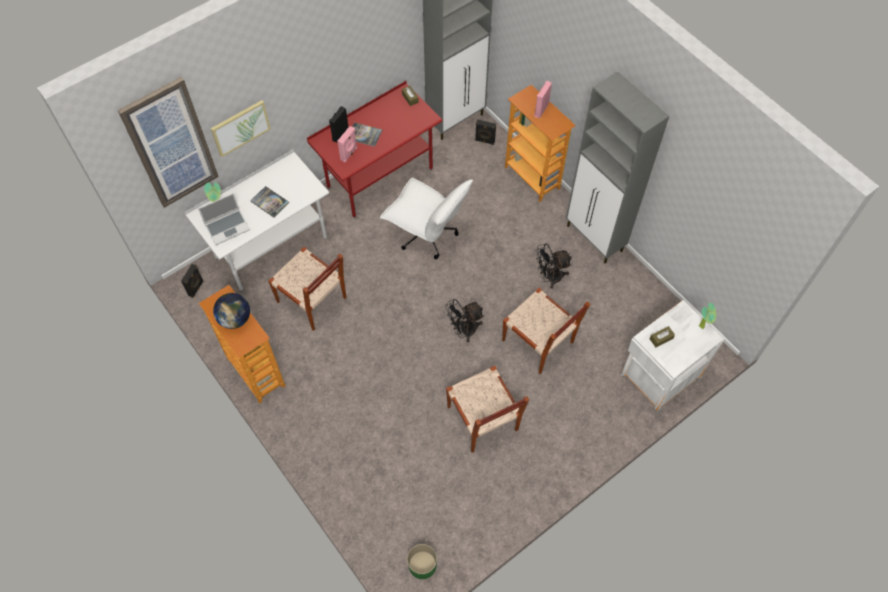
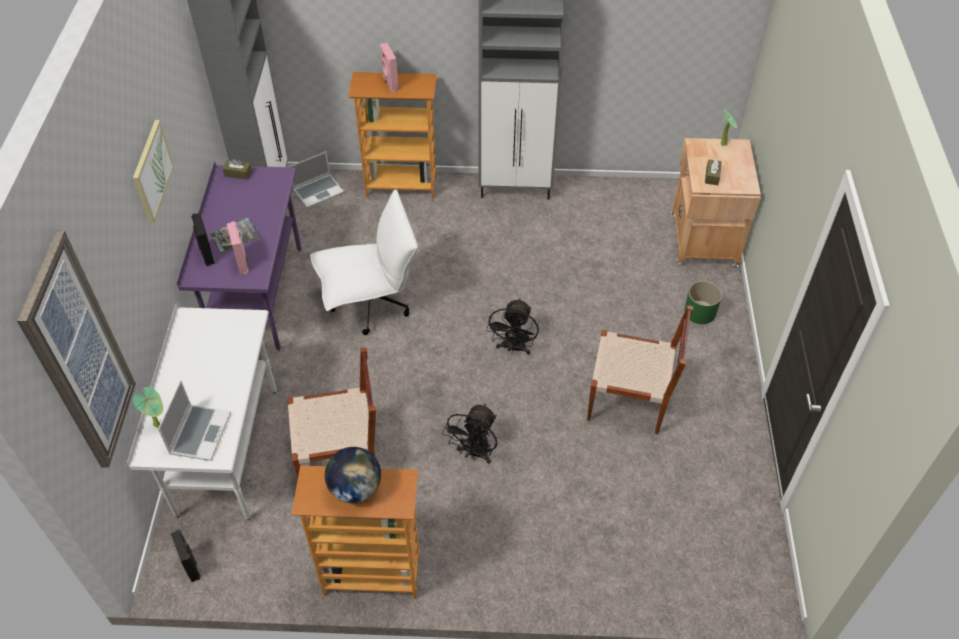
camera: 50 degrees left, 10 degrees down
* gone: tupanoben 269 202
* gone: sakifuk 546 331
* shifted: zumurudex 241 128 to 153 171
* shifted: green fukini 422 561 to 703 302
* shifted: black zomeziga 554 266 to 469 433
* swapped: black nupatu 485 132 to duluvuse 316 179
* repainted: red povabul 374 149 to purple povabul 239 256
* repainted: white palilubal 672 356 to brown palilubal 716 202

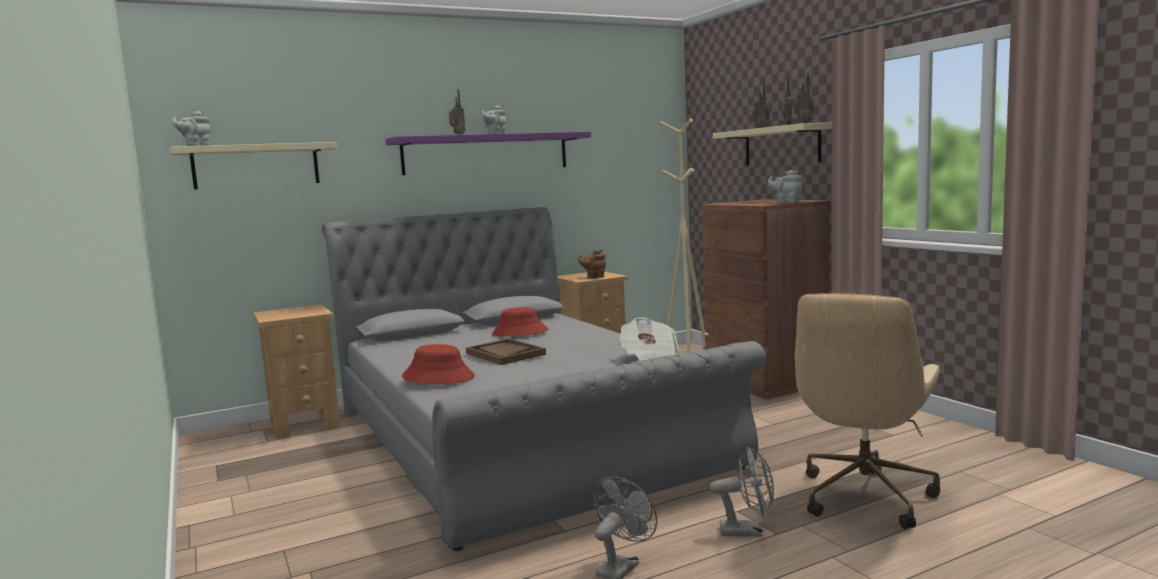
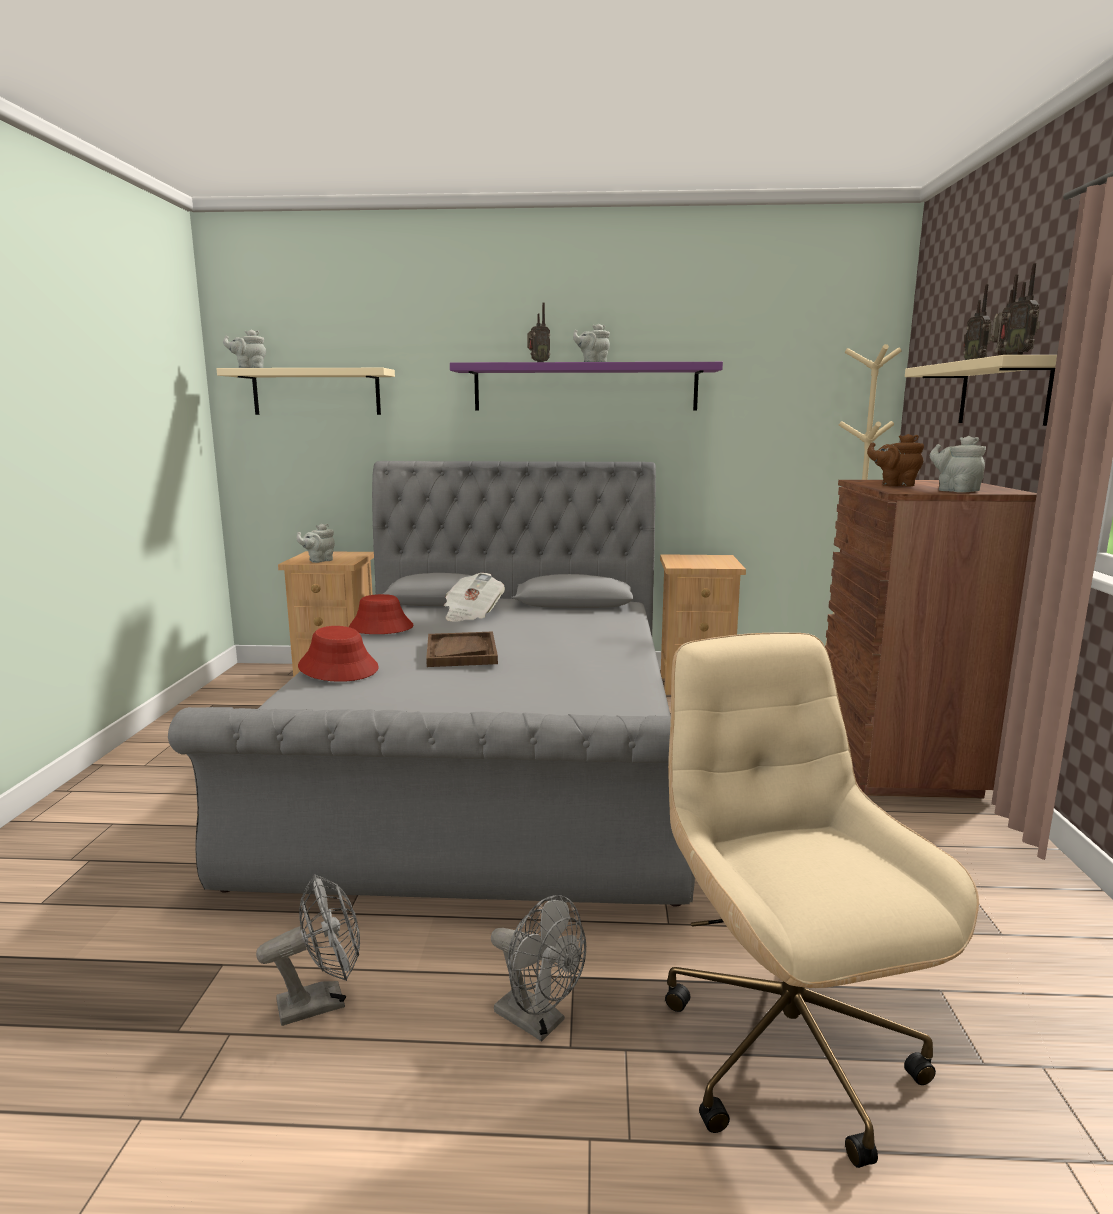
camera: 30 degrees right, 5 degrees up
* new: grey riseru 316 543
* shifted: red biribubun 520 322 to 381 614
* shifted: brown riseru 592 264 to 895 460
* shifted: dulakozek 649 339 to 474 597
* rotated: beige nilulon 867 411 = 822 900 105 degrees clockwise

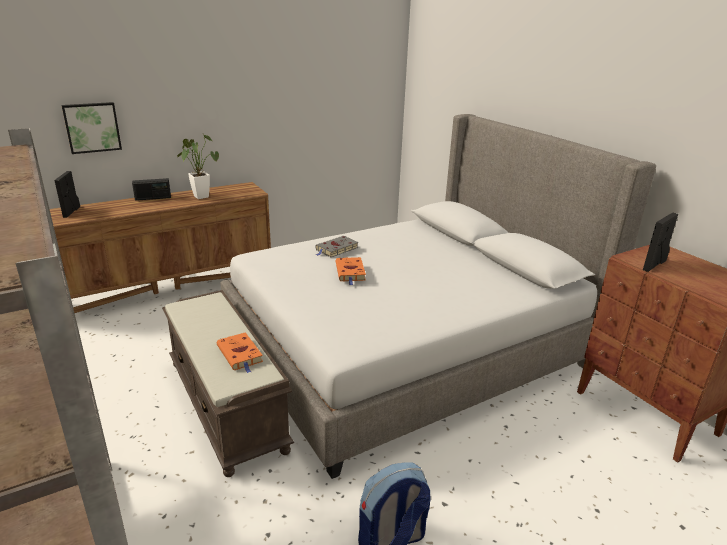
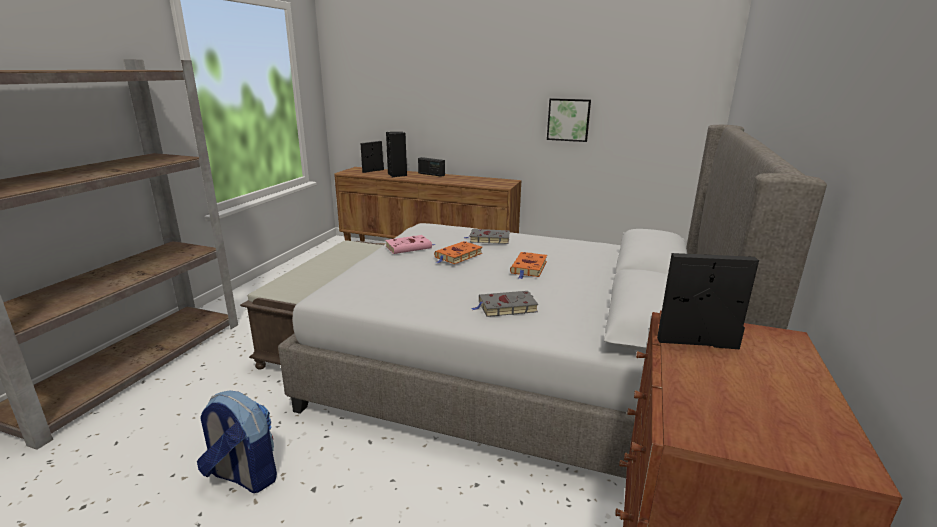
camera: 50 degrees right, 5 degrees down
* gone: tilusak 198 166
* new: pink tupanoben 409 244
* new: black nupatu 396 154
* new: grey tupanoben 505 304
* shifted: zumurudex 91 128 to 569 120
* shifted: orange tupanoben 240 352 to 528 265

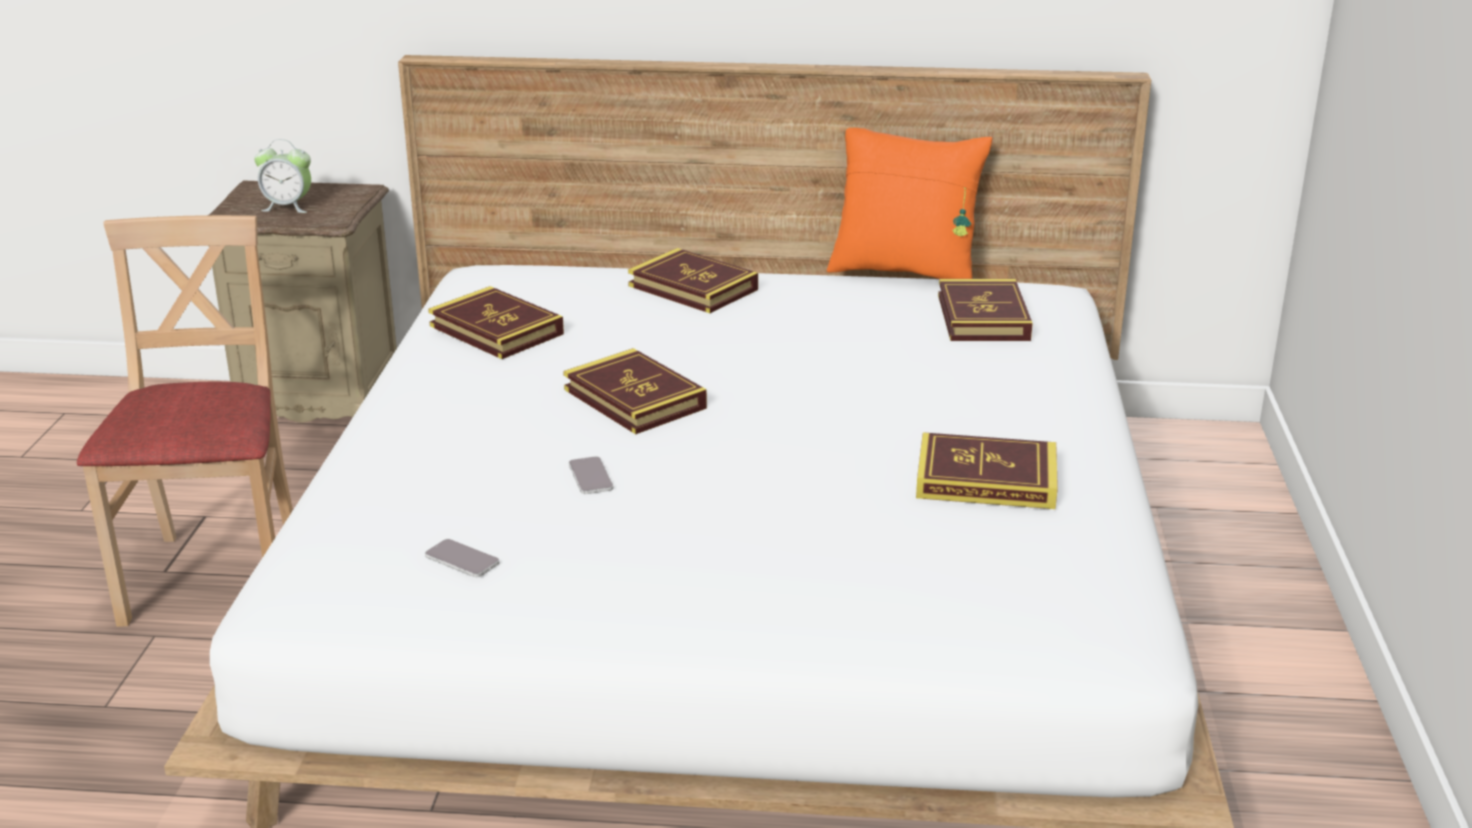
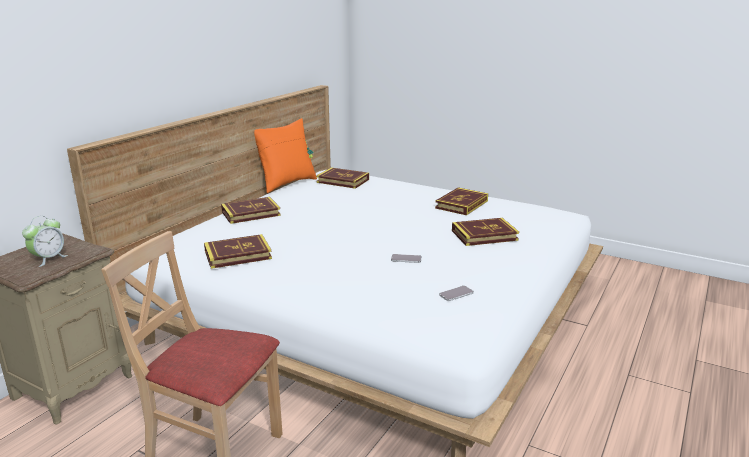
camera: 65 degrees left, 5 degrees down
* shifted: tupanoben 635 391 to 485 232

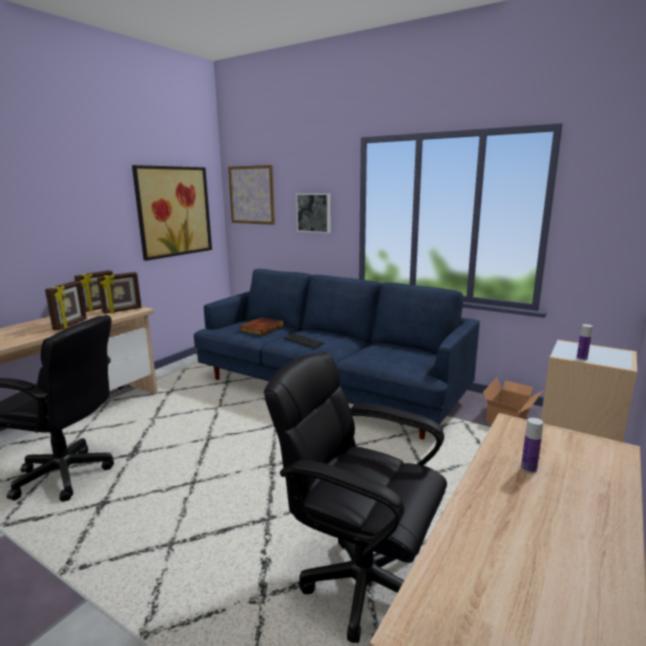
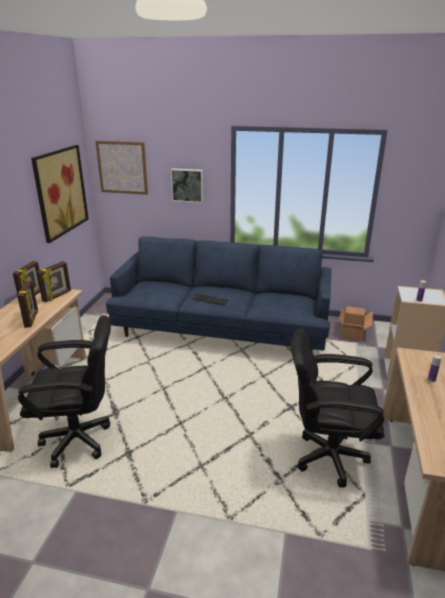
camera: 20 degrees left, 10 degrees up
* gone: tupanoben 261 326

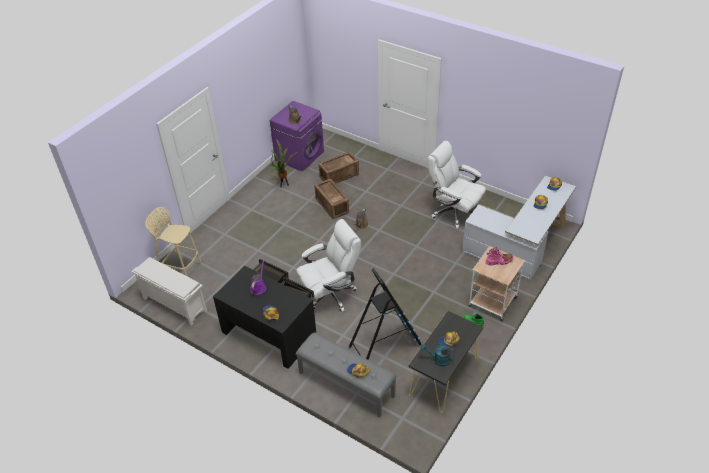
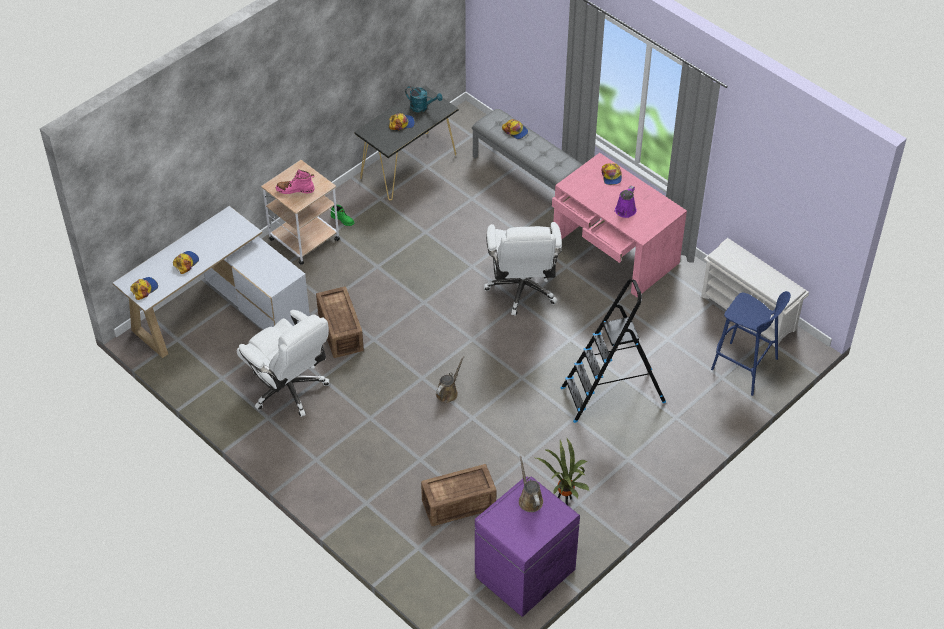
camera: 170 degrees left, 5 degrees up
* shifted: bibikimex 331 198 to 340 322
* shifted: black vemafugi 385 314 to 613 351
* repainted: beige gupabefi 173 241 to blue gupabefi 751 343
* repainted: black povabul 264 314 to pink povabul 619 225
* rotated: white nilulon 328 265 = 523 269 75 degrees counterclockwise

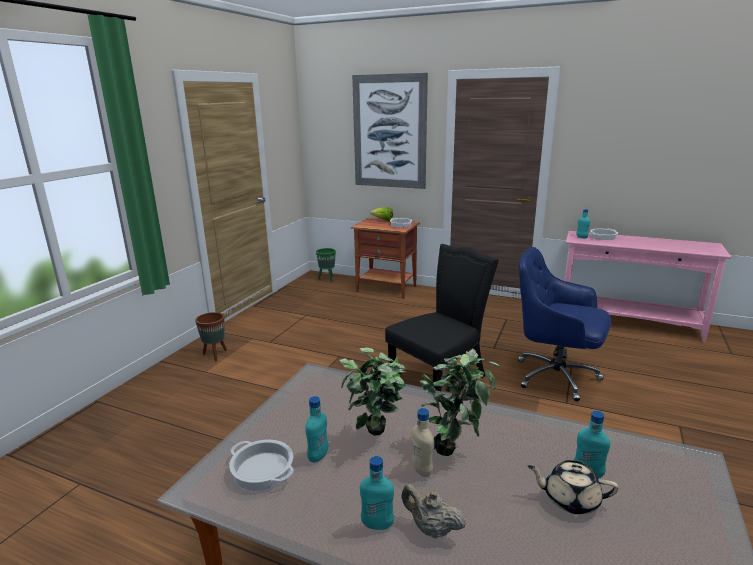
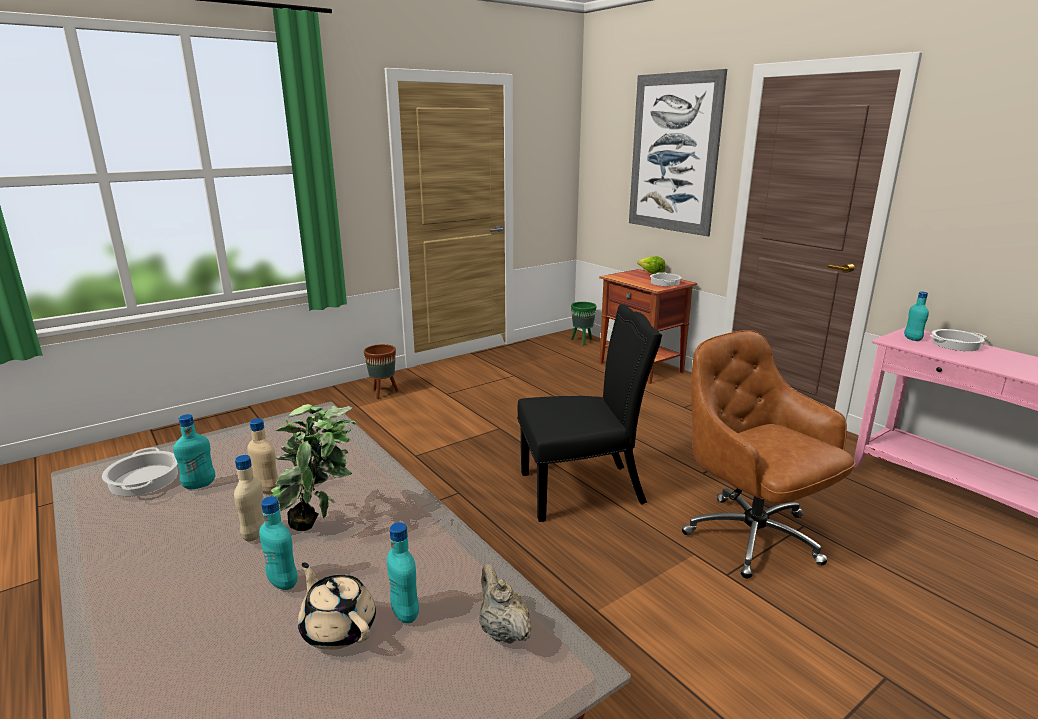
camera: 30 degrees right, 0 degrees up
* shifted: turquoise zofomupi 377 493 to 278 543
* shifted: beige riseru 433 511 to 505 604
* swapped: tilusak 373 392 to beige zofomupi 263 456
* repainted: blue nilulon 564 324 to brown nilulon 769 454

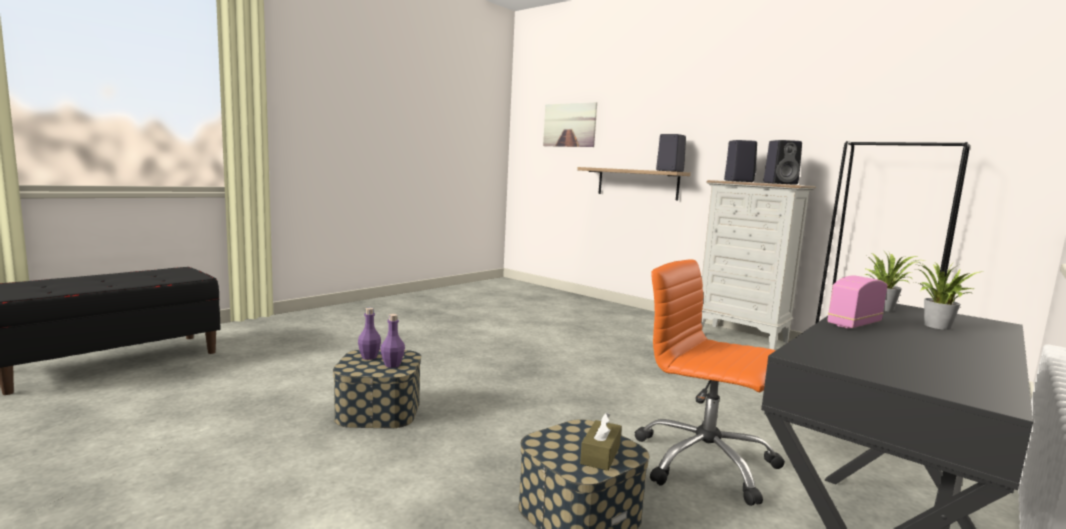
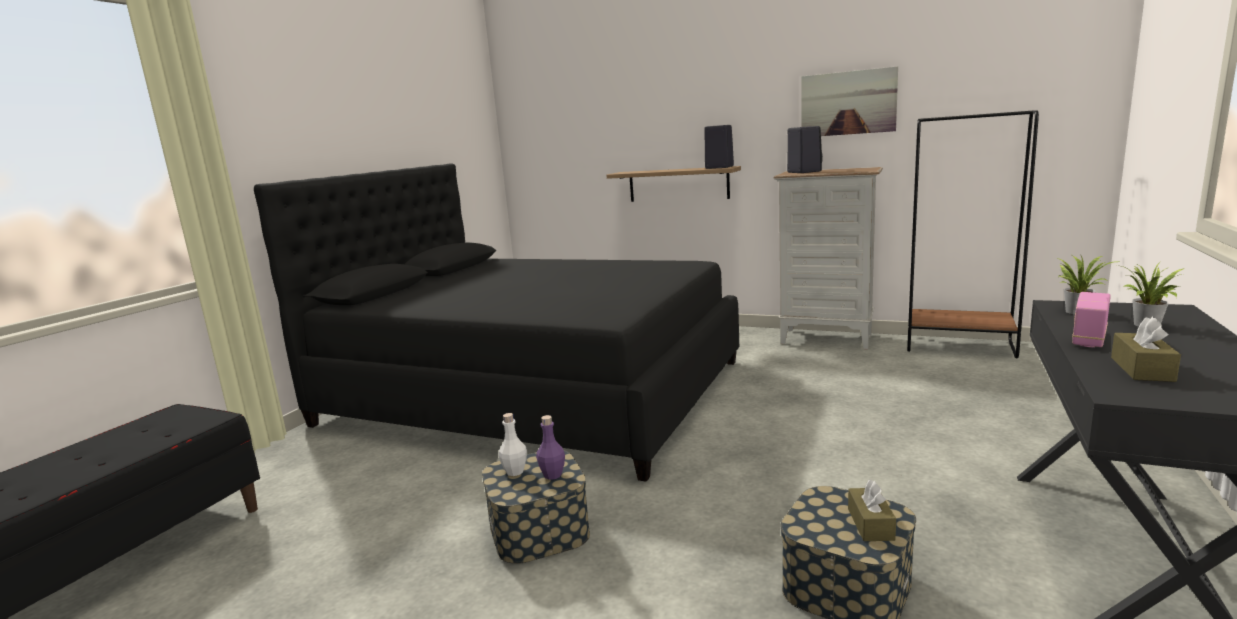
camera: 15 degrees left, 5 degrees up
* gone: orange nilulon 710 382
* gone: black nupatu 783 162
* new: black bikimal 496 322
* new: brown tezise 1146 349
* shifted: zumurudex 570 124 to 849 101
* repainted: purple zofomupi 369 334 to white zofomupi 512 444

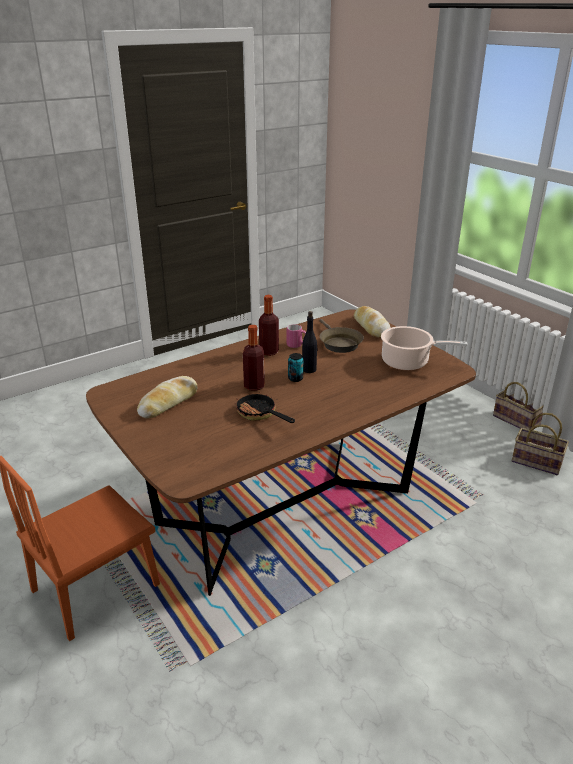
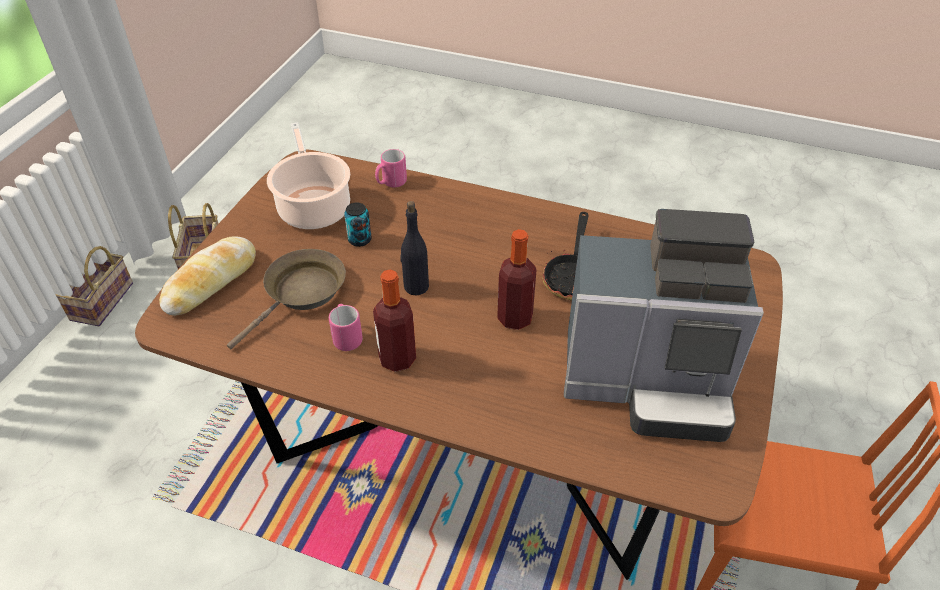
camera: 125 degrees left, 15 degrees up
* new: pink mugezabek 391 168
* shifted: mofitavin 296 367 to 358 224
* swapped: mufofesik 167 397 to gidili 664 325

